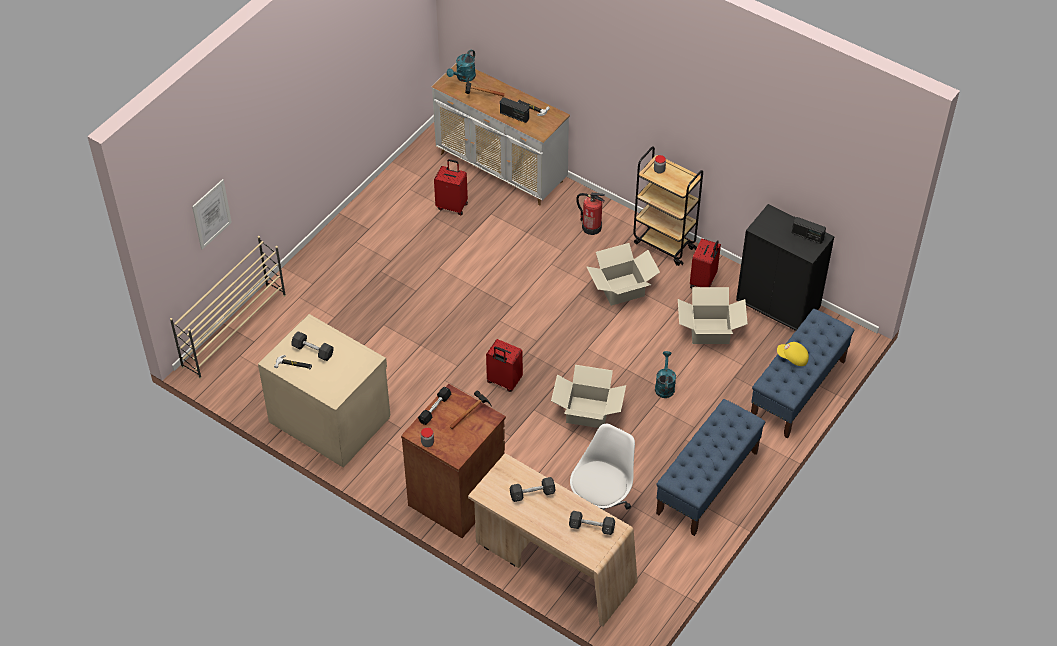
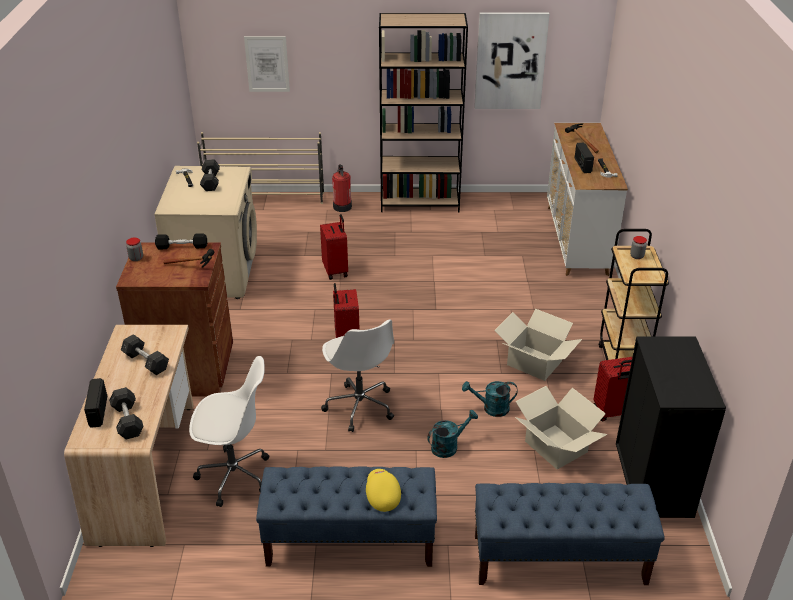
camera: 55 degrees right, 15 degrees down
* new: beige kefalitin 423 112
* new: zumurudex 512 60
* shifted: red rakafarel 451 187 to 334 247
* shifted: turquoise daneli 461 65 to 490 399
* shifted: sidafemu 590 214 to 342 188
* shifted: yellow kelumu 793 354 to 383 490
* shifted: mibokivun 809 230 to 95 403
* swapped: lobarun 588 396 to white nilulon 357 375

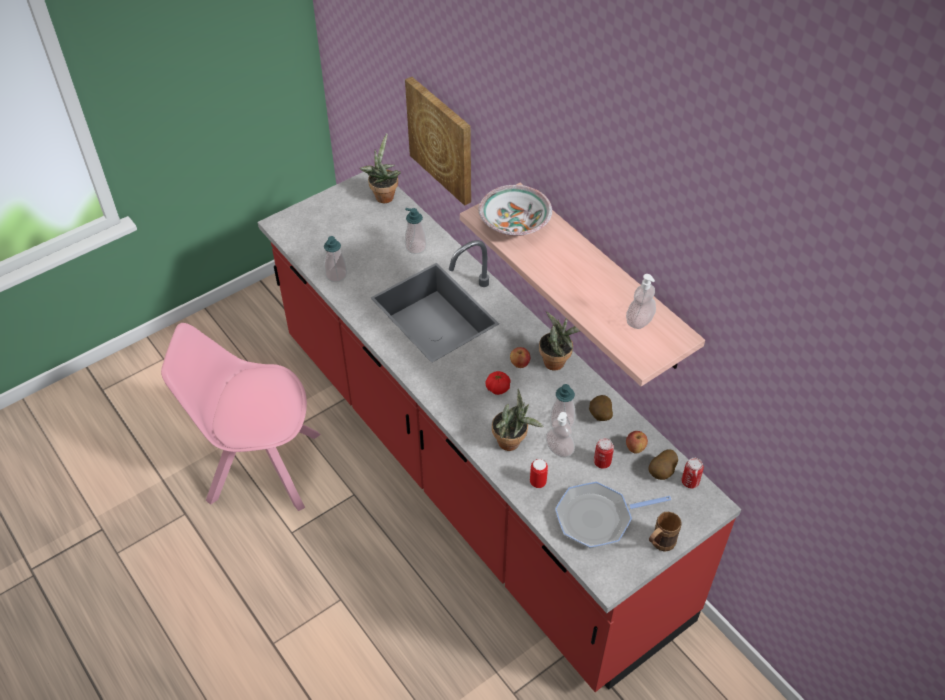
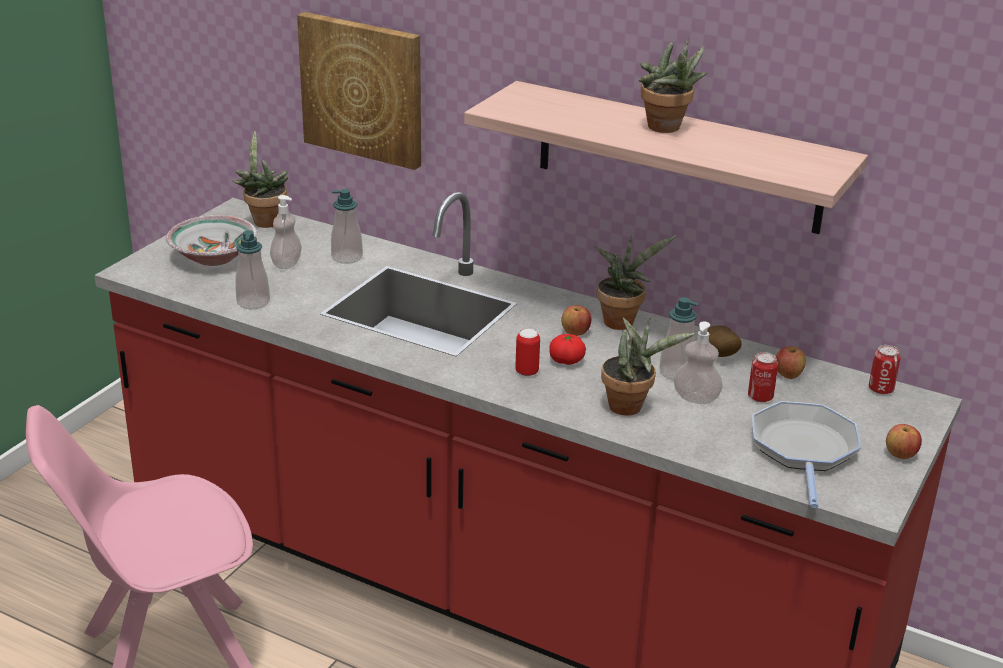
camera: 25 degrees left, 20 degrees down
* gone: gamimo 663 464
* new: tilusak 673 85
* shifted: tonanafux 515 210 to 212 240
* shifted: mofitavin 539 473 to 527 352
* shifted: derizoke 641 301 to 286 232
* swapped: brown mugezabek 665 532 to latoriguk 904 441
* rotated: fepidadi 613 515 = 806 454 135 degrees clockwise

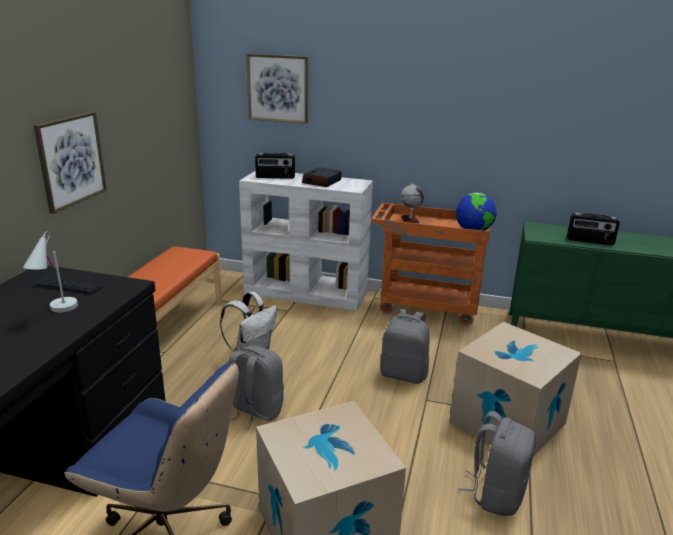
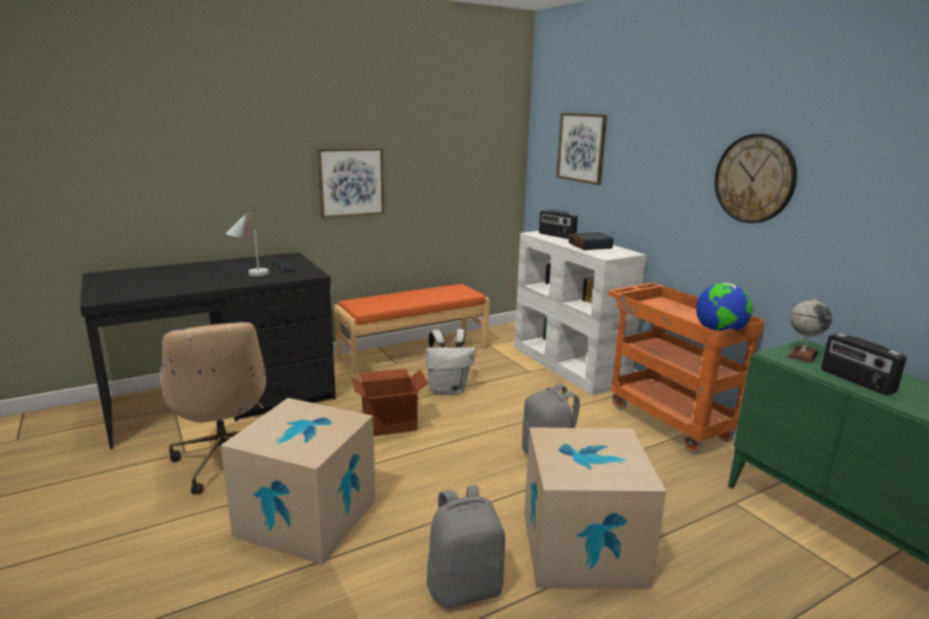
camera: 45 degrees right, 5 degrees down
* new: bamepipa 756 178
* shifted: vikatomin 412 203 to 809 330
* swapped: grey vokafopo 256 387 to lobarun 389 402

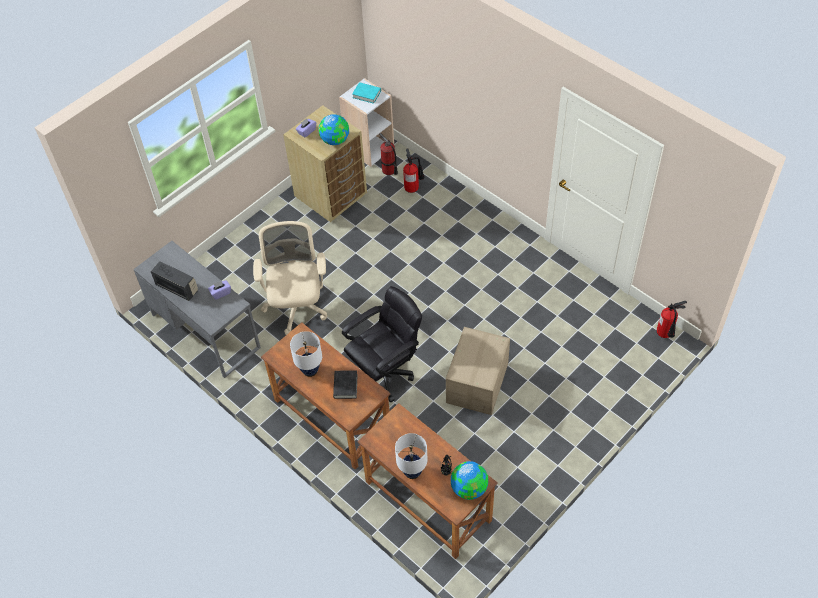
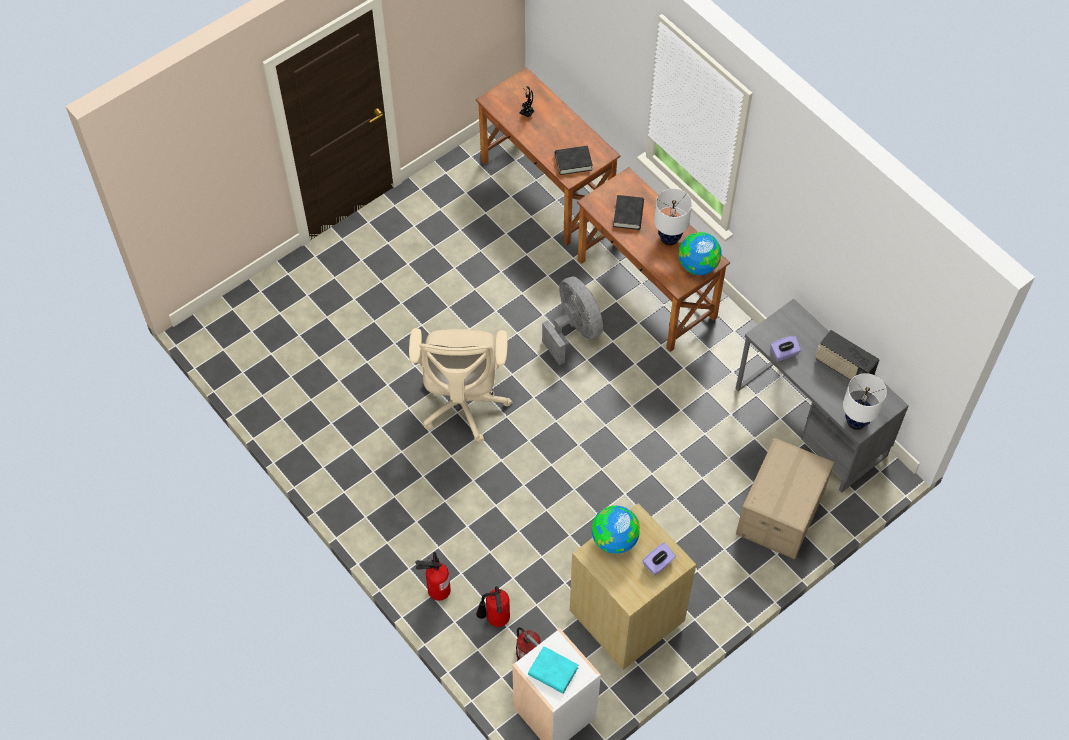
camera: 175 degrees left, 5 degrees up
* new: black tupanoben 574 160
* shifted: beige nilulon 290 278 to 460 385
* shifted: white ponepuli 411 456 to 865 401
* shifted: lobarun 478 371 to 785 498
* shifted: vikatomin 469 480 to 700 253
* shifted: sidafemu 672 319 to 433 576
* swapped: black nilulon 382 344 to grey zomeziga 572 321

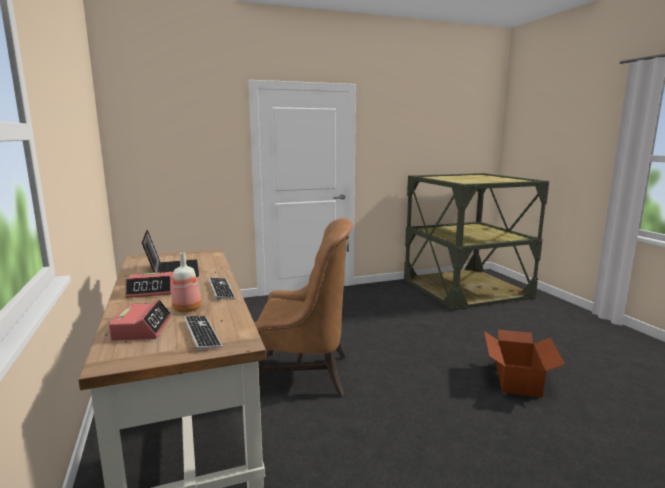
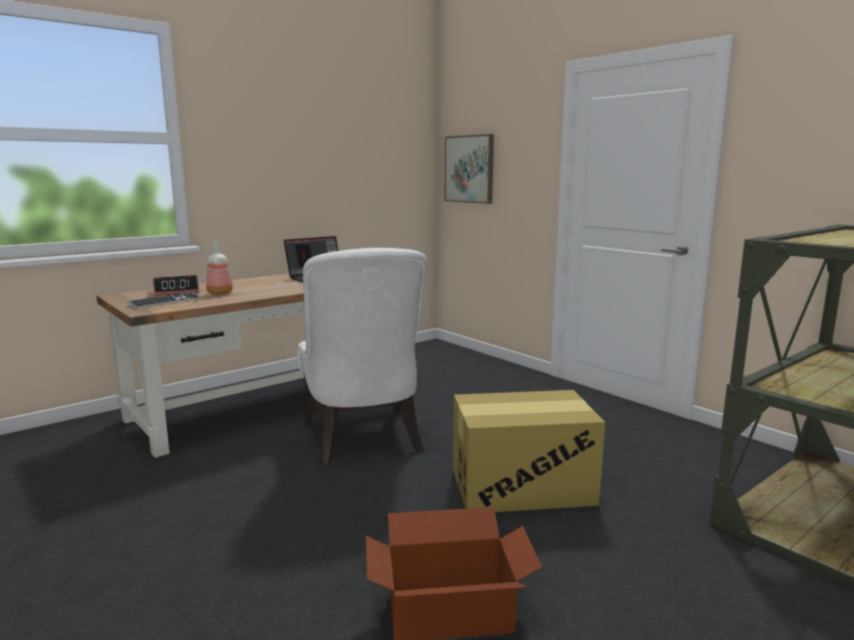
camera: 70 degrees right, 0 degrees up
* gone: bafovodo 149 285
* gone: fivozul 222 289
* new: zumurudex 469 169
* new: lobarun 529 451
* repainted: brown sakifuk 304 307 to white sakifuk 362 356

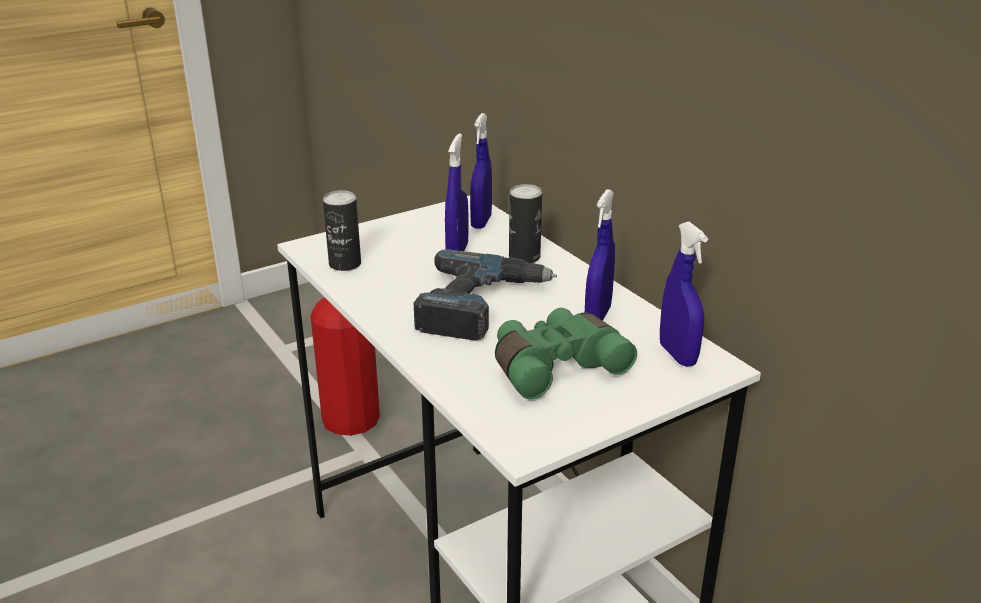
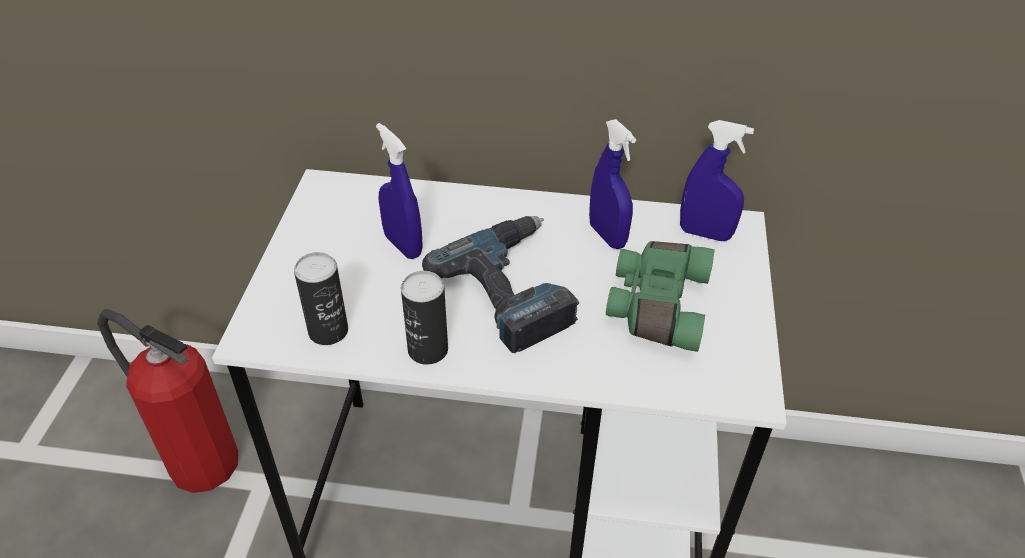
camera: 50 degrees left, 15 degrees up
* gone: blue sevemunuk 481 171
* shifted: mofitavin 525 223 to 424 318

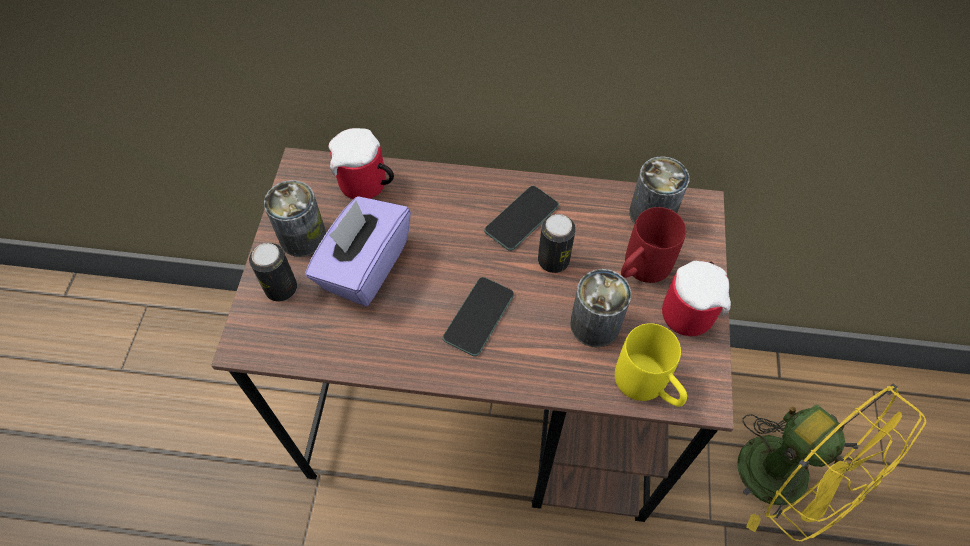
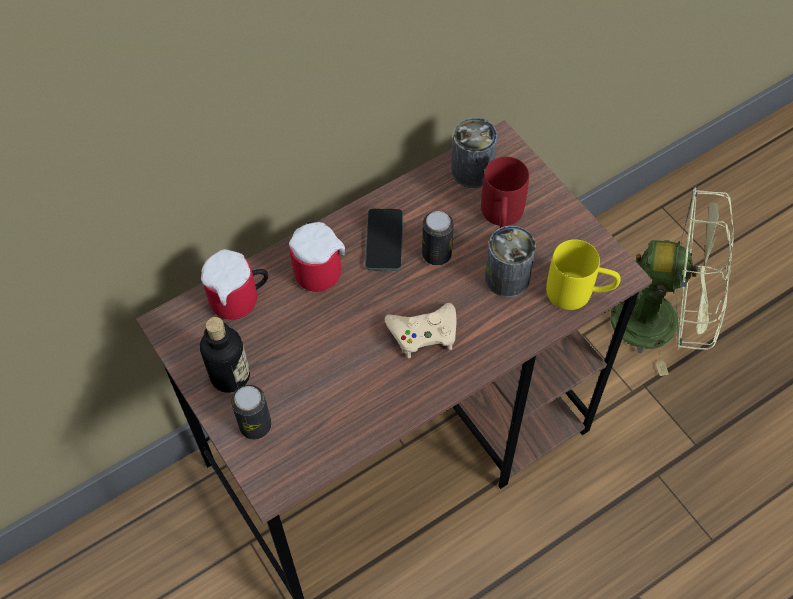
camera: 40 degrees left, 0 degrees up
* gone: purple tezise 358 251
* shifted: mugezabek 696 298 to 317 257
* swapped: mofitavin 295 218 to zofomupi 225 355
* swapped: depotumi 478 316 to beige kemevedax 421 330
* repainted: yellow zomeziga 831 462 to green zomeziga 672 281

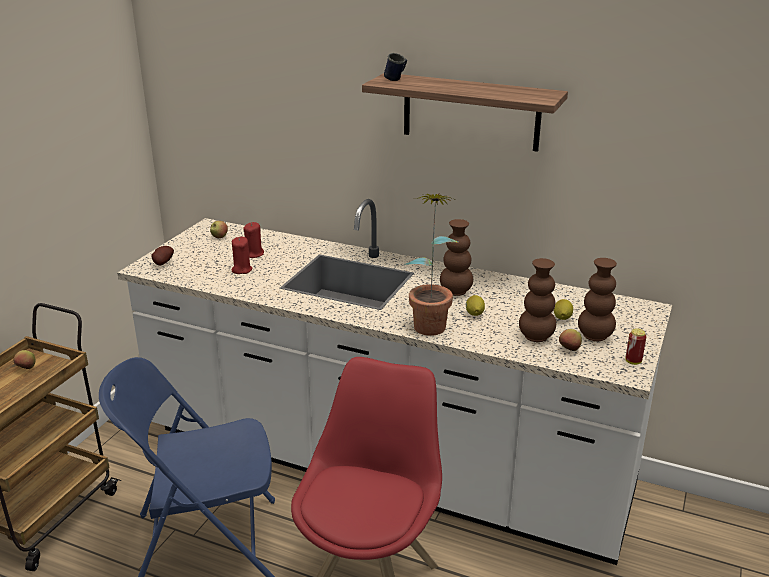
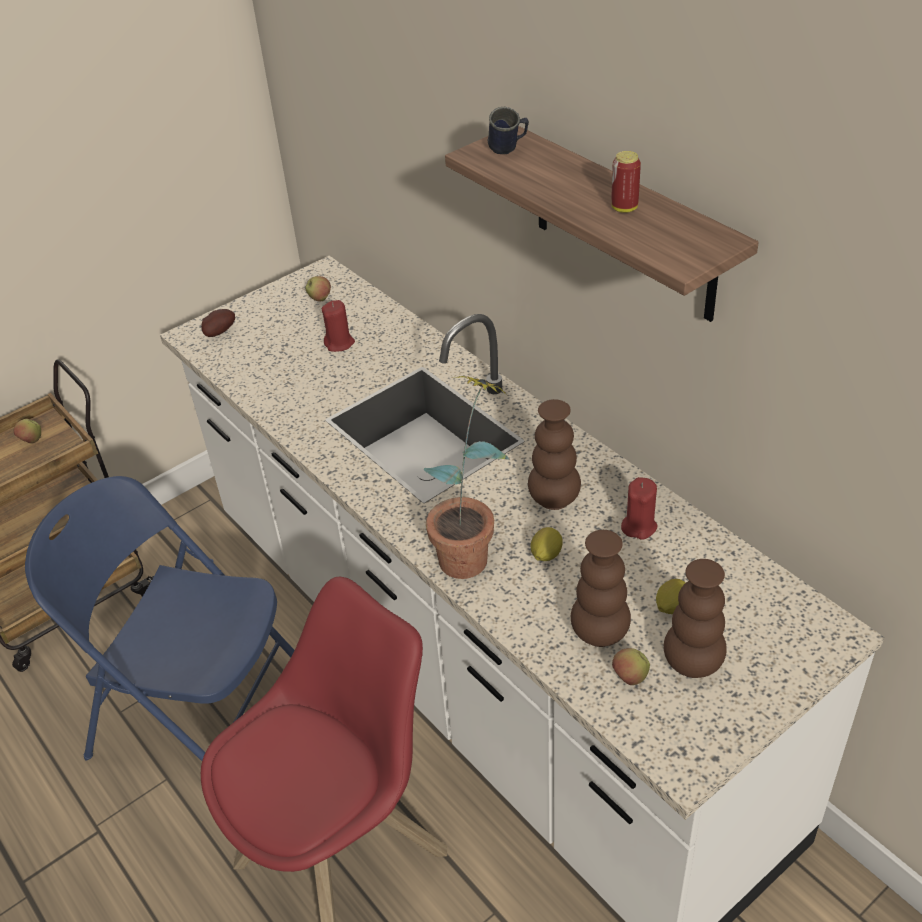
camera: 30 degrees right, 15 degrees up
* shifted: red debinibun 242 255 to 639 508
* shifted: mofitavin 636 346 to 626 182

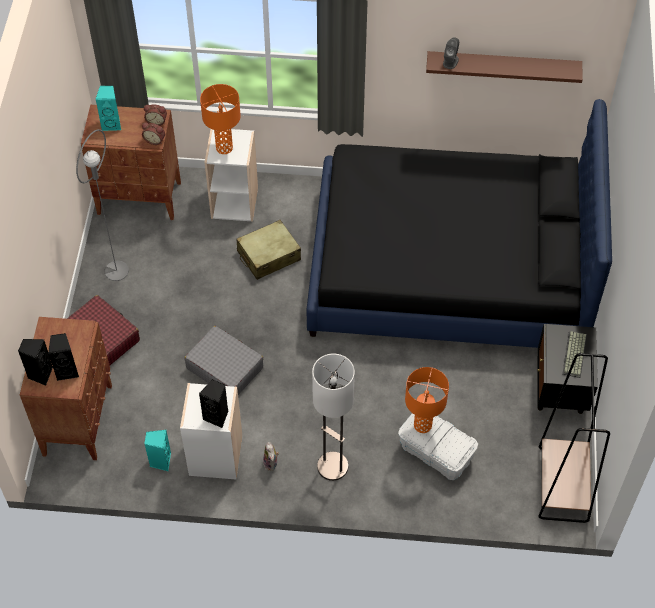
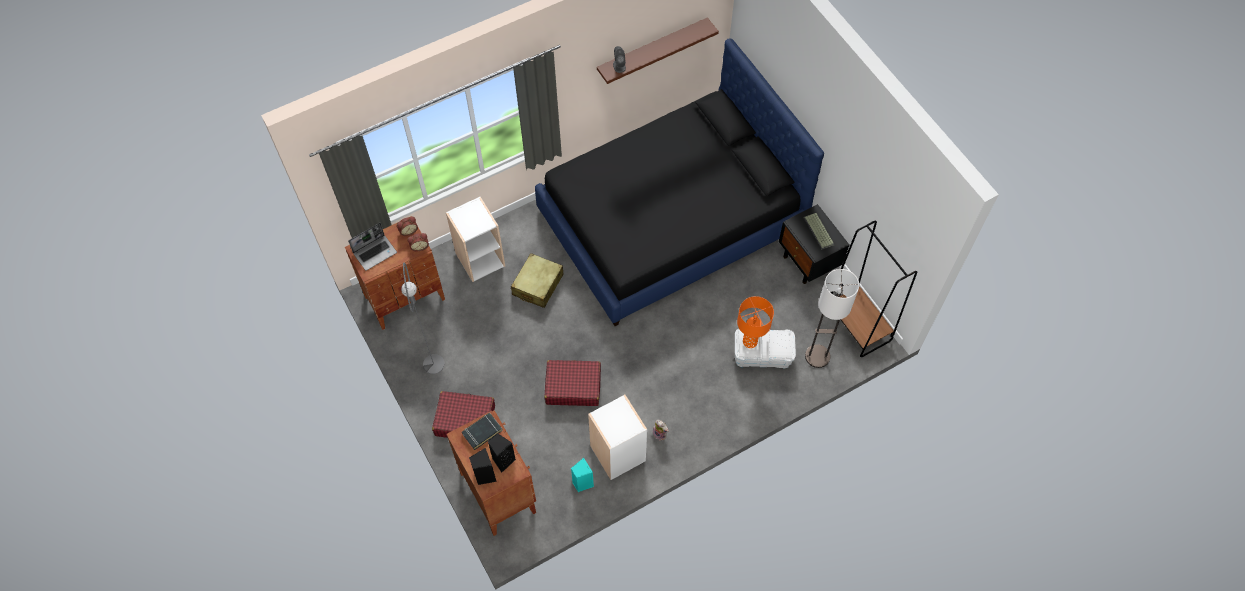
camera: 35 degrees left, 5 degrees up
* gone: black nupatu 213 403
* gone: orange ponepuli 220 119
* new: black tupanoben 482 431
* shifted: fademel 333 417 to 832 318
* swapped: turquoise nupatu 108 108 to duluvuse 372 247
* repainted: grey rakafarel 223 360 to red rakafarel 573 383

